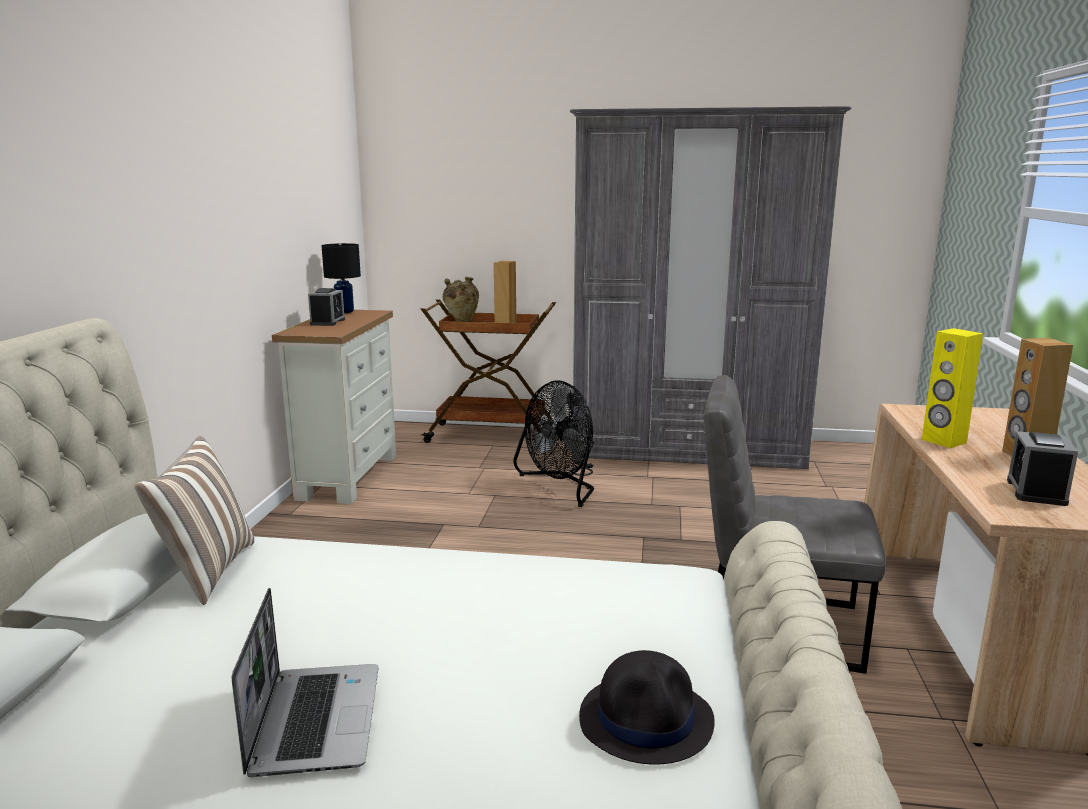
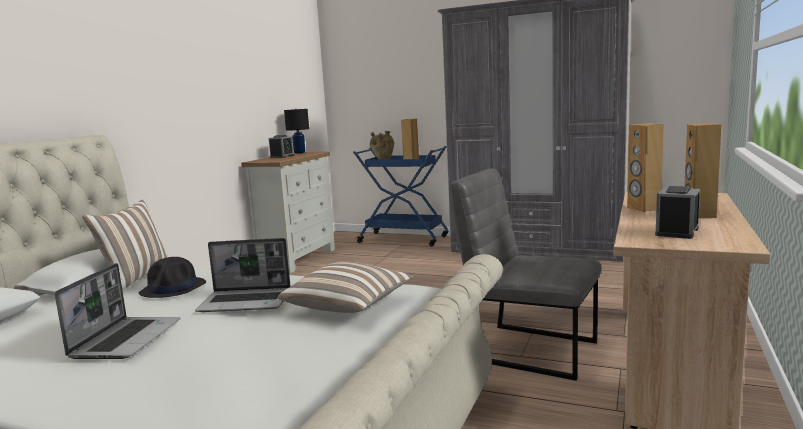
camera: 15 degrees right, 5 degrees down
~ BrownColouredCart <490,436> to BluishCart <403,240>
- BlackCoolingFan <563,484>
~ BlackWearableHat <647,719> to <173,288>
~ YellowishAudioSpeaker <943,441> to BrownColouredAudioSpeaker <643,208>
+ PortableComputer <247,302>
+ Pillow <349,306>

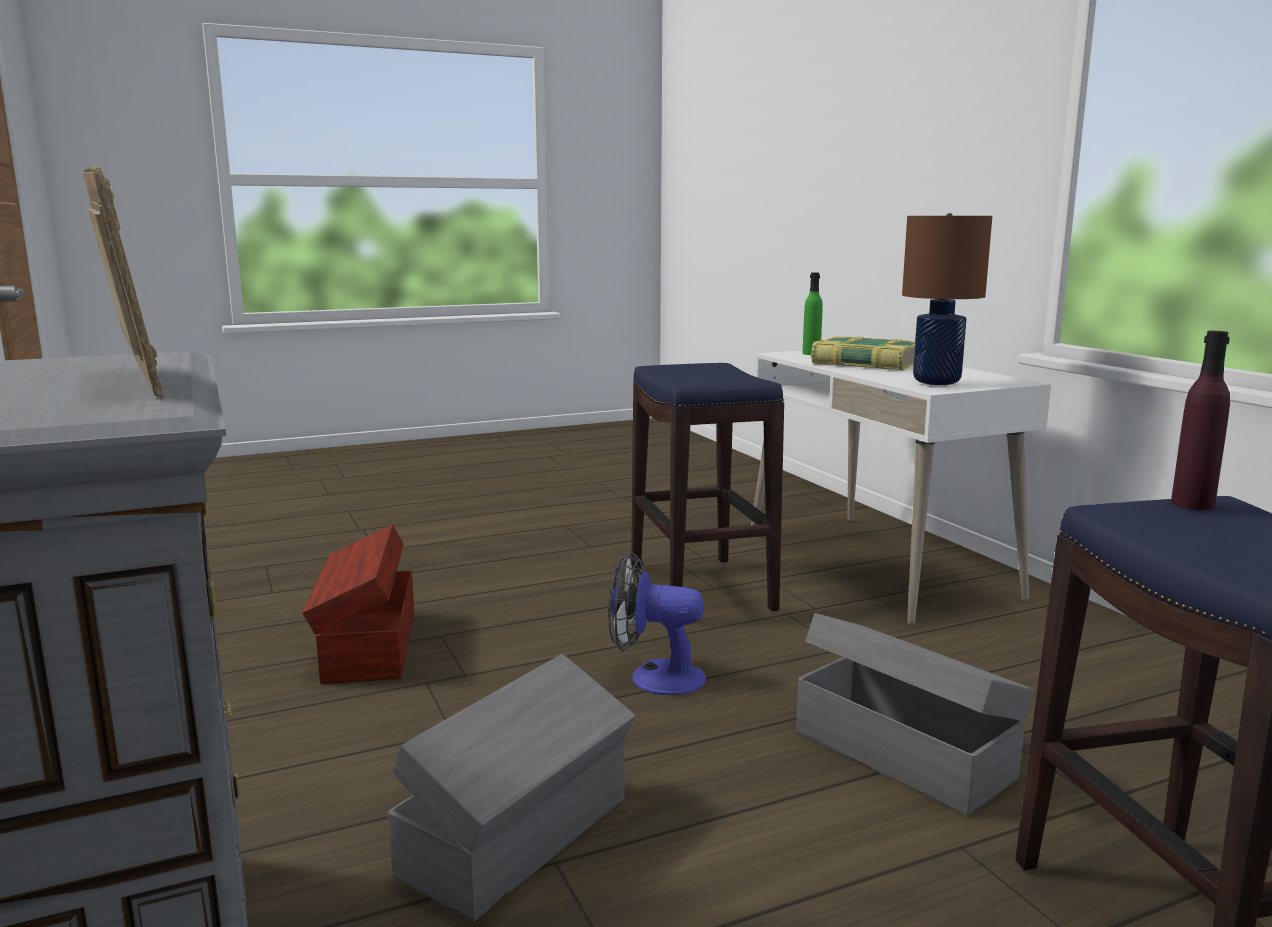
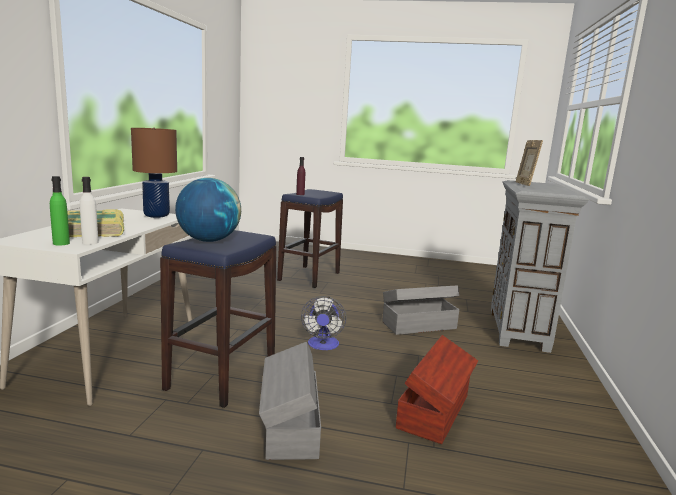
camera: 145 degrees left, 0 degrees up
~ CoolingFan <654,677> = <323,345> 45 degrees clockwise
~ GreyishStorageBin <902,752> to <290,425>
+ WhitishBottle <90,242>
+ WorldGlobe <208,240>

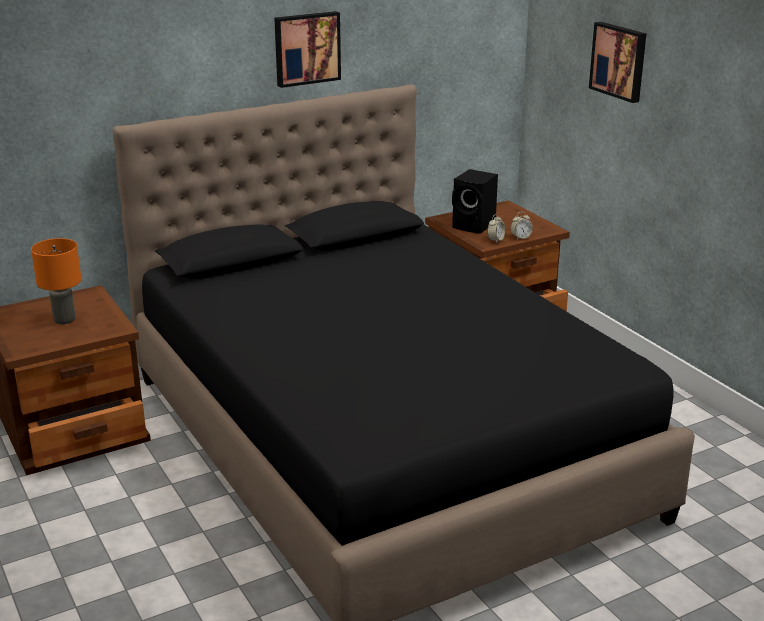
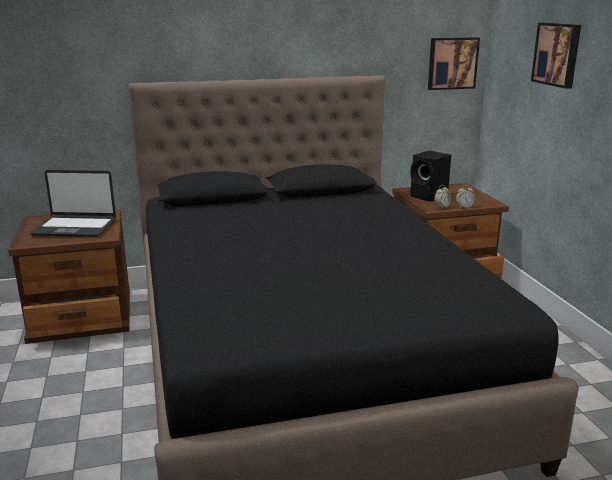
camera: 15 degrees right, 5 degrees down
~ OrangeyTableLamp <65,320> to PortableComputer <75,227>
~ WallPicture <306,48> to <452,63>

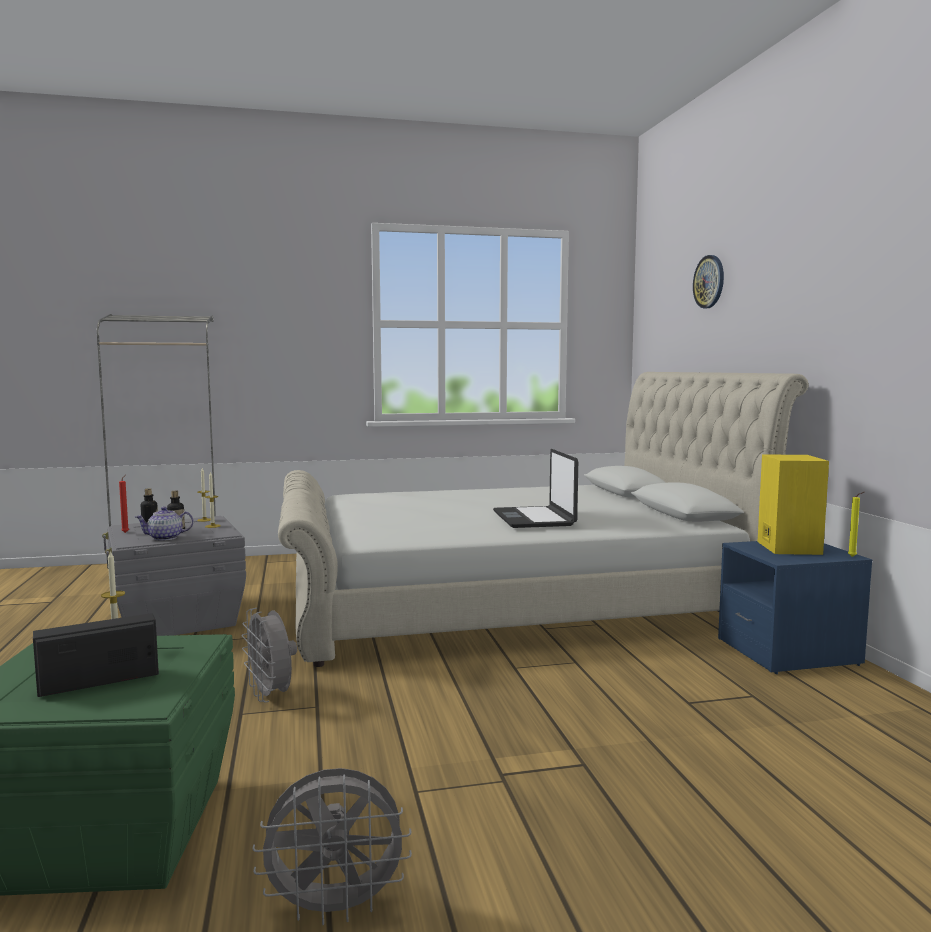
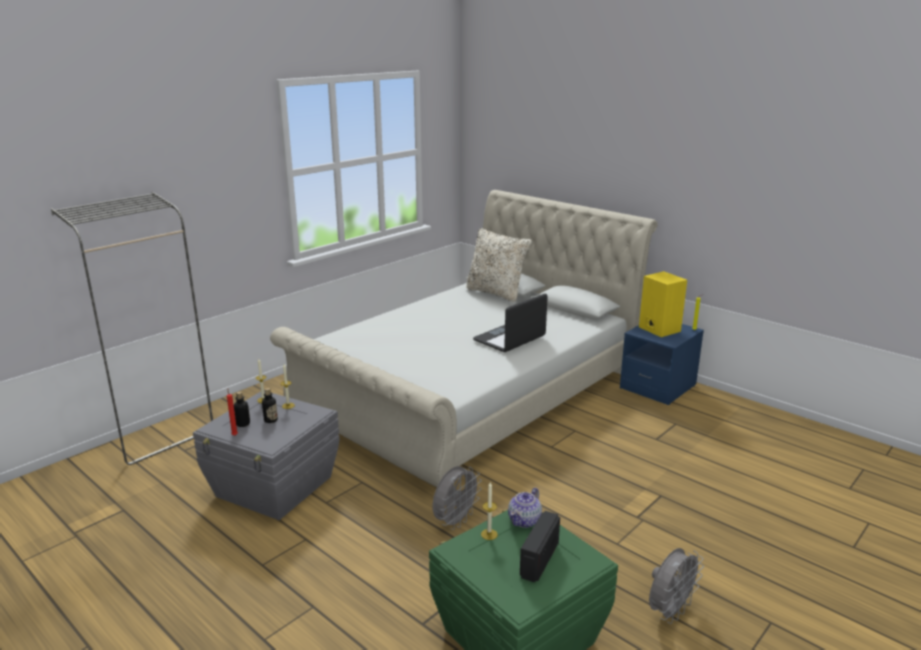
camera: 35 degrees left, 15 degrees up
~ TeaPot <165,538> to <525,520>
~ GreyishCoolingFan <271,696> = <455,521> 75 degrees counterclockwise
~ PortableComputer <534,518> = <510,339> 90 degrees clockwise
- ClockOnTheWall <709,282>
+ BeigePillow <496,294>

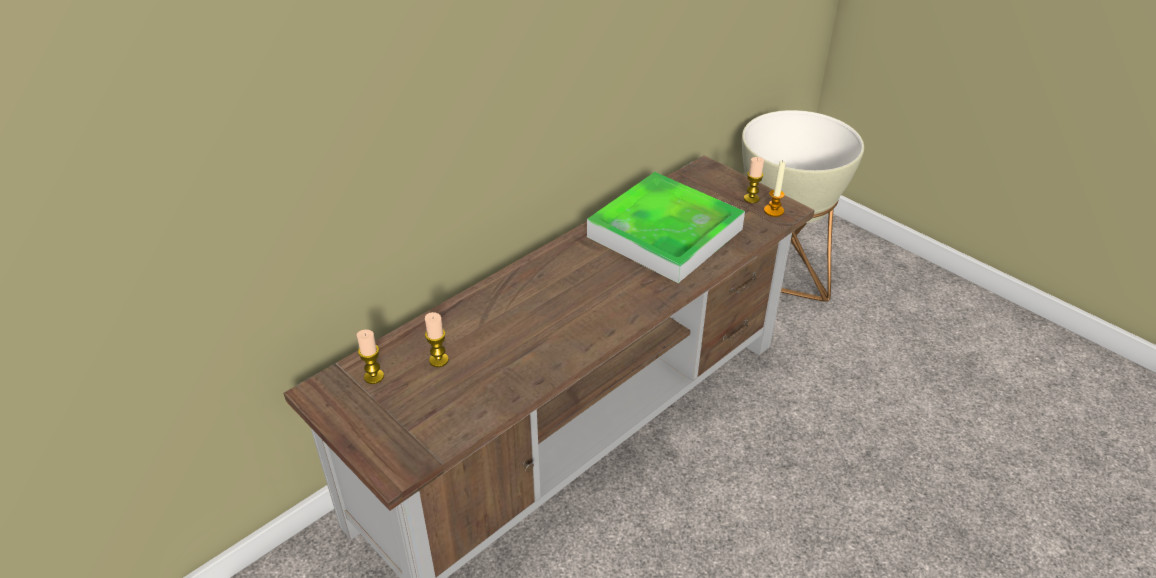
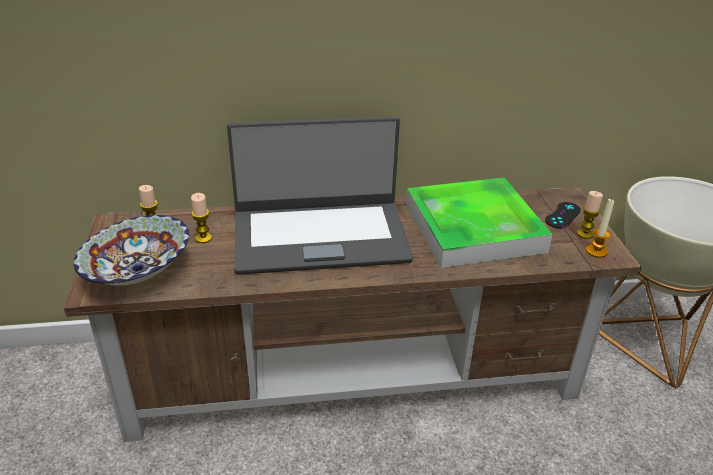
camera: 35 degrees right, 5 degrees down
+ Bowl <139,273>
+ PortableComputer <320,236>
+ BlackGamepad <562,215>

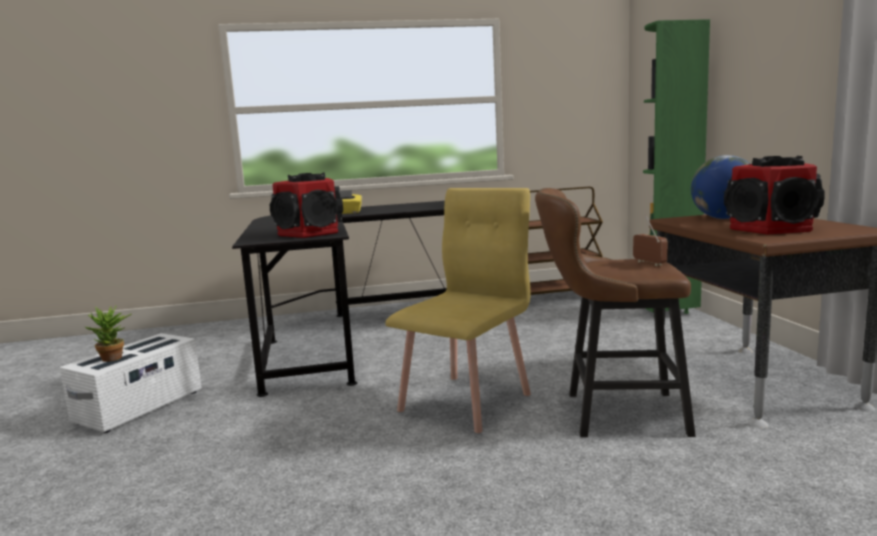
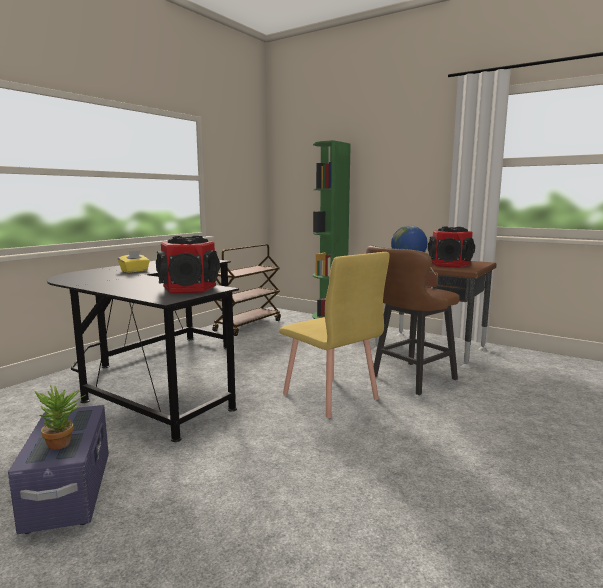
camera: 45 degrees left, 0 degrees up
~ WhitishStorageBin <140,407> to PurpleStorageBin <69,491>
~ YellowishChair <466,402> = <330,396> 150 degrees clockwise

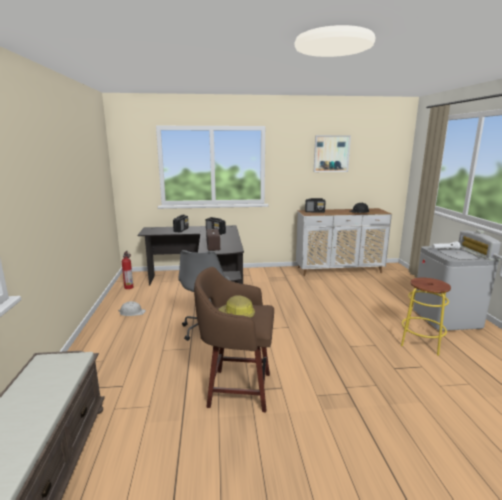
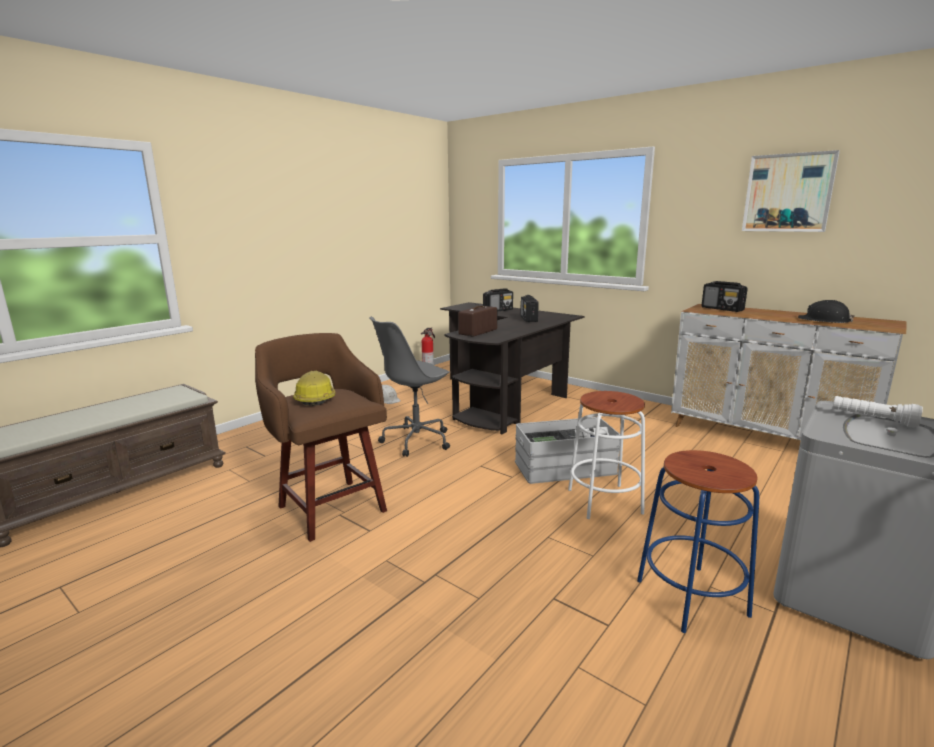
camera: 45 degrees right, 0 degrees up
~ YellowishStool <421,342> to BluishStool <691,597>
+ GreyishStorageBin <564,467>
+ WhitishStool <604,501>

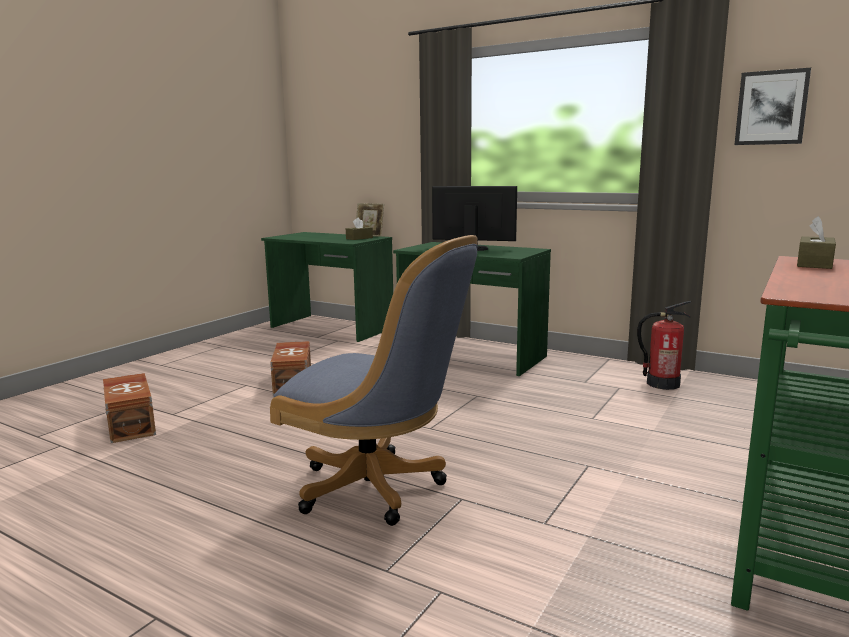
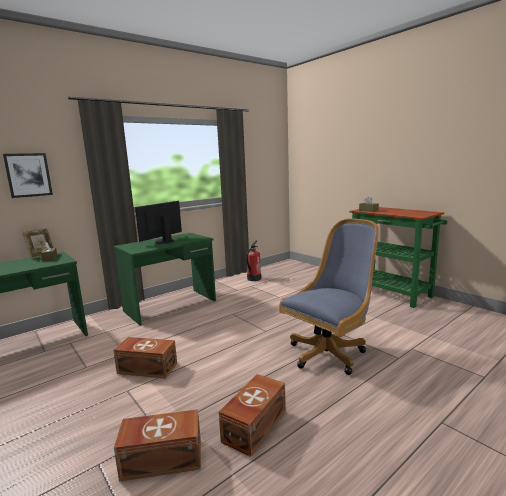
camera: 70 degrees left, 0 degrees up
~ WallPicture <771,108> to <28,175>
+ BrownColouredStorageBin <253,426>

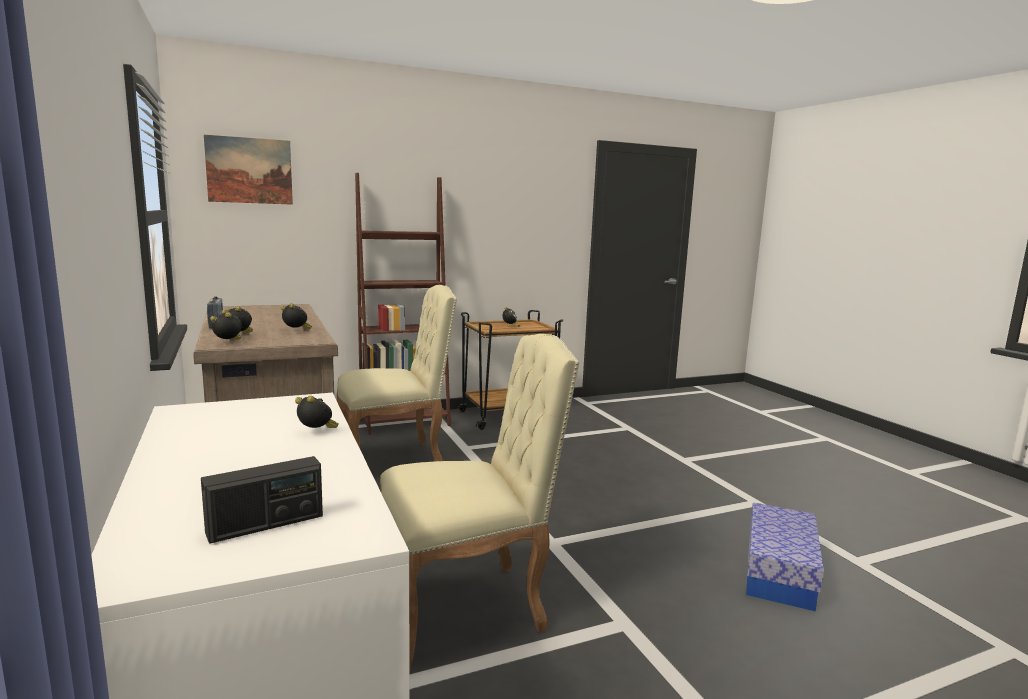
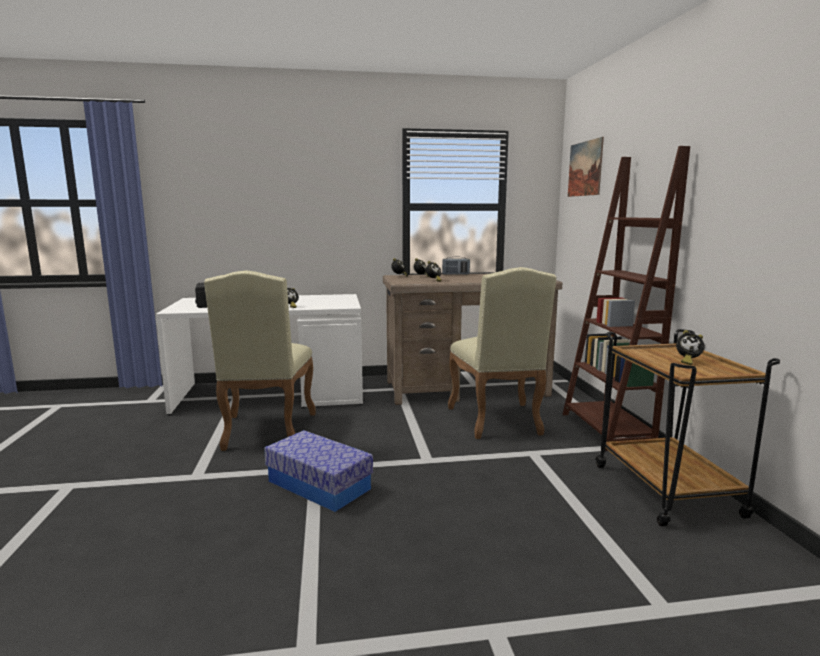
camera: 105 degrees right, 0 degrees up
~ StorageBin <779,572> to <318,485>

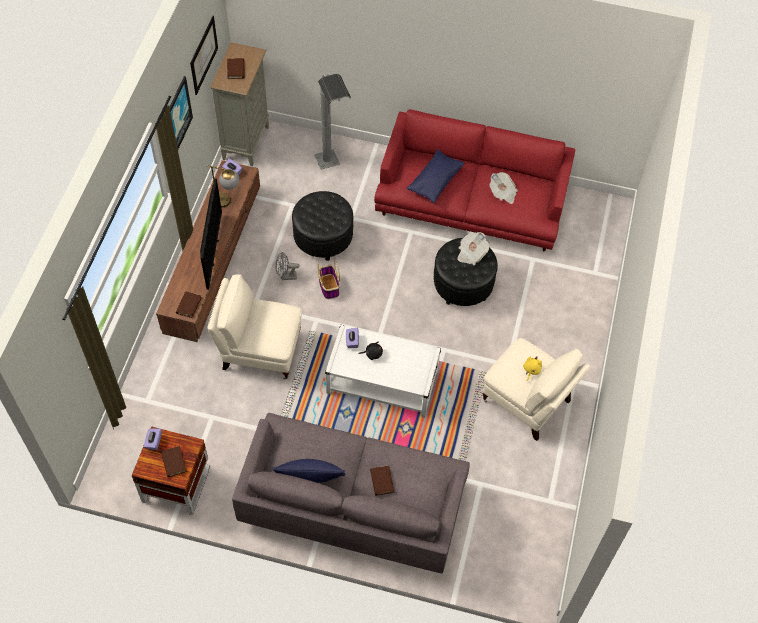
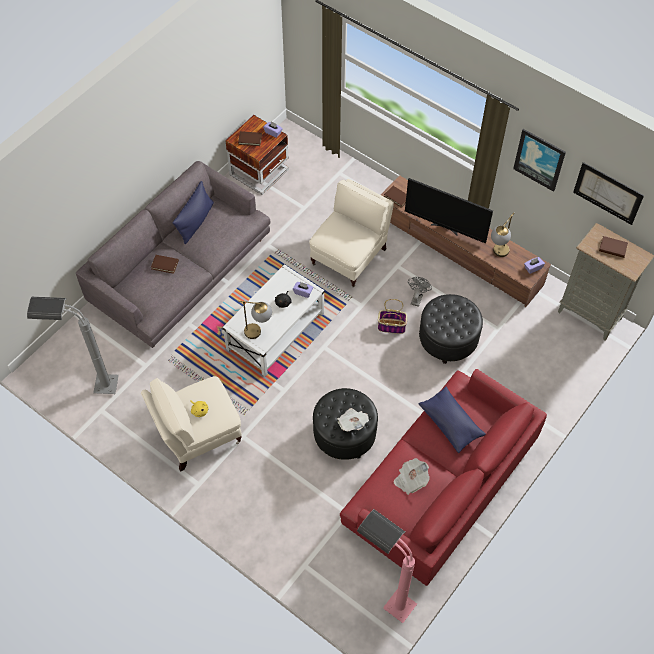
camera: 115 degrees right, 0 degrees up
~ GreyishStandingLamp <332,171> to <90,385>
+ TableLamp <259,332>
+ PinkishStandingLamp <385,596>

